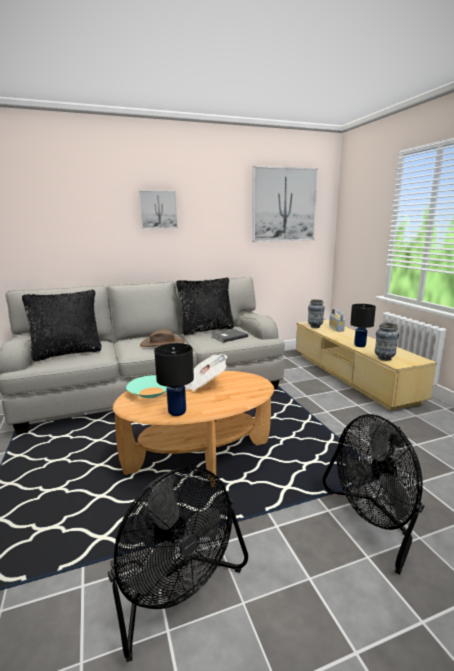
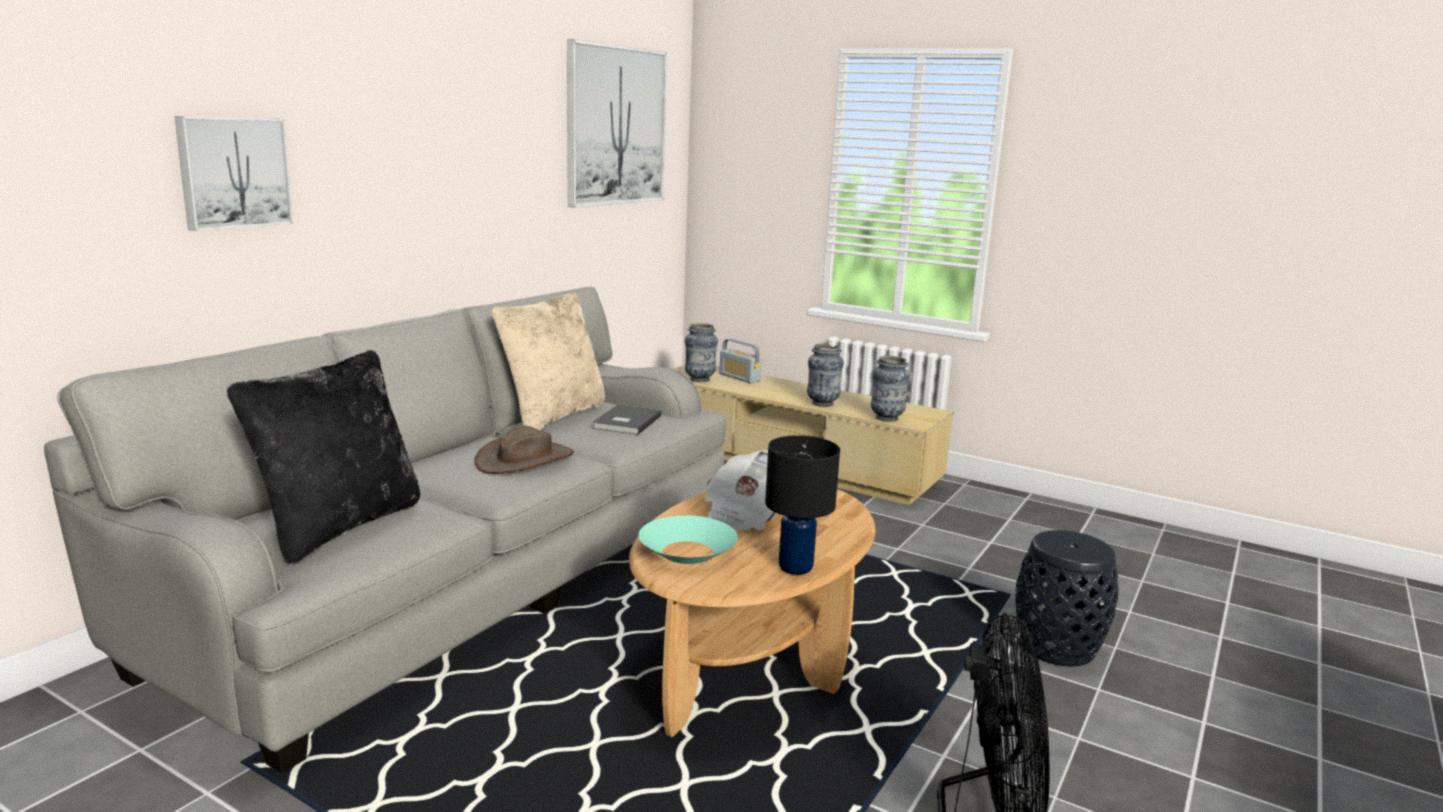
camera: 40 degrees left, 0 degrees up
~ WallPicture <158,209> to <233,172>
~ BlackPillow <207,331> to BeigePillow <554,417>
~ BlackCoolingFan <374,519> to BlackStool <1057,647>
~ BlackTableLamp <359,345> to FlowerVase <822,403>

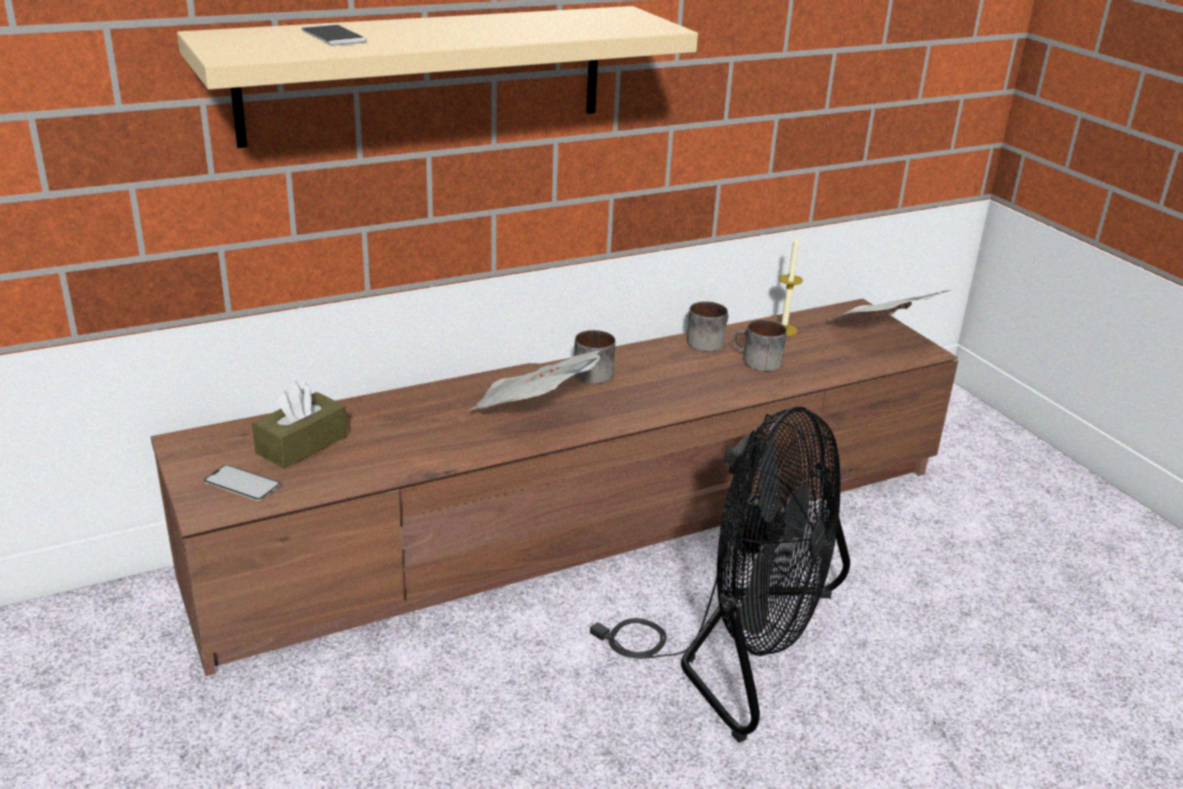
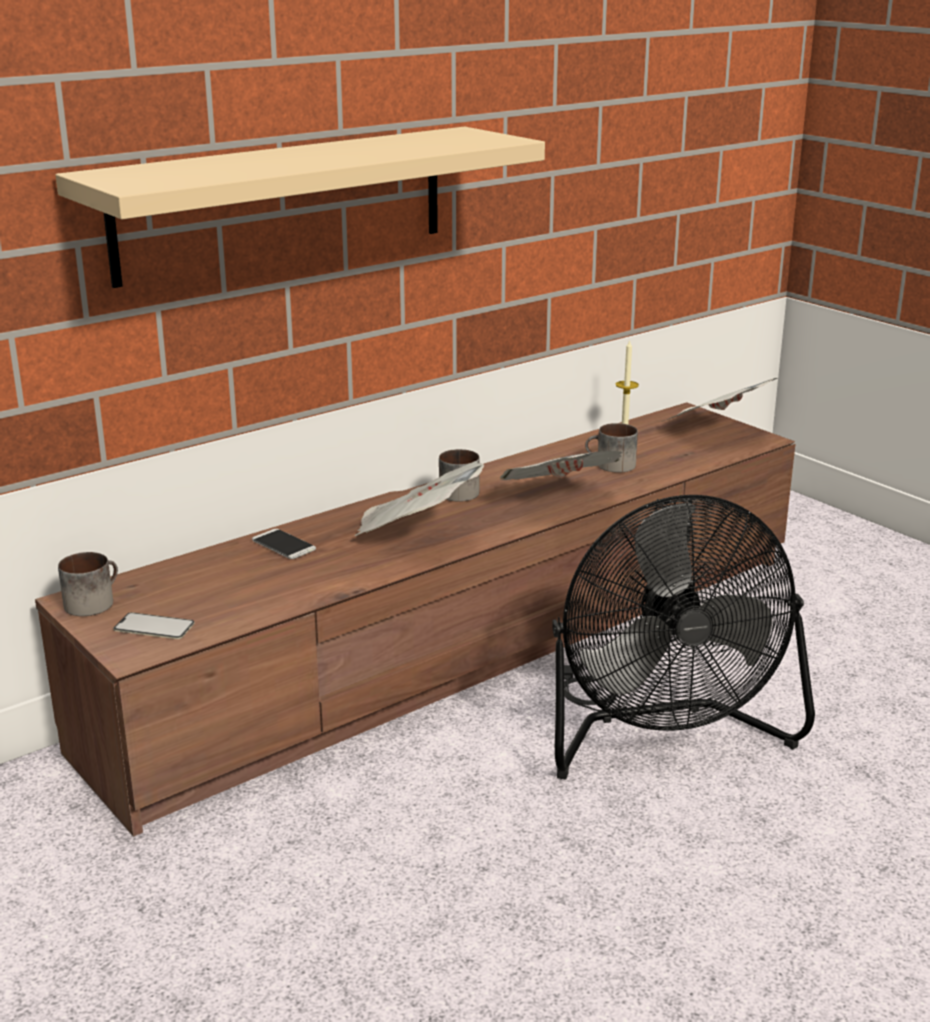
camera: 10 degrees left, 5 degrees down
- BrownColouredTissueHolder <302,444>
~ Phone <333,36> to <283,545>
~ BlackCoolingFan <736,649> = <653,734> 60 degrees clockwise
~ Mug <707,341> to <92,601>
+ DailyPaper <558,498>

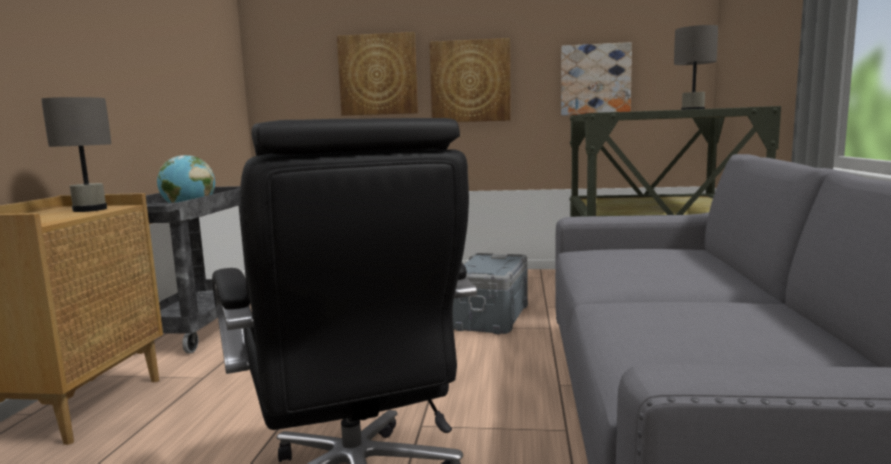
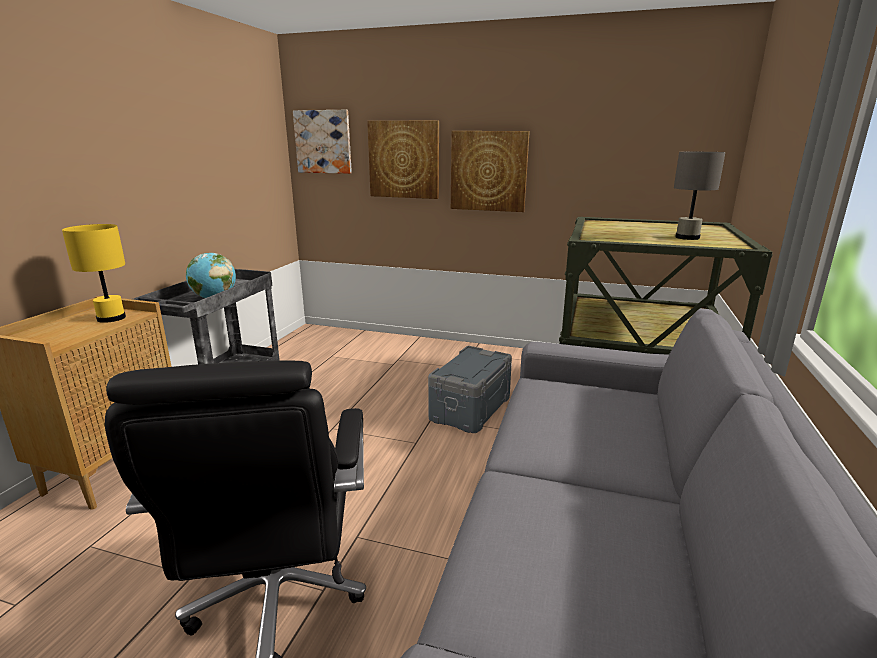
camera: 10 degrees right, 10 degrees up
~ GreyishTableLamp <90,209> to YellowishTableLamp <112,318>
~ WallPicture <595,79> to <323,142>

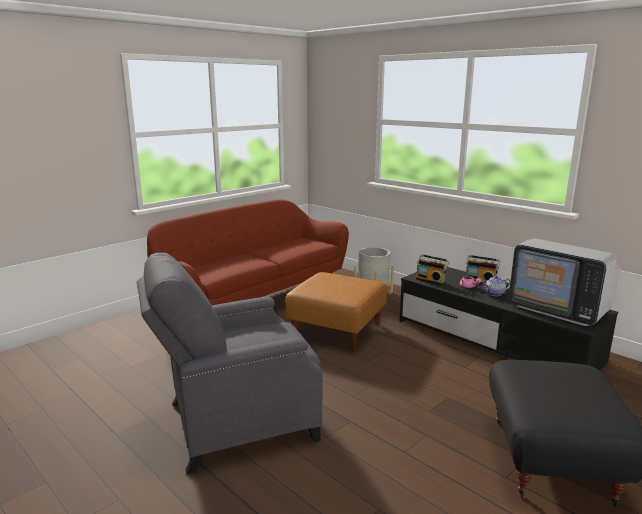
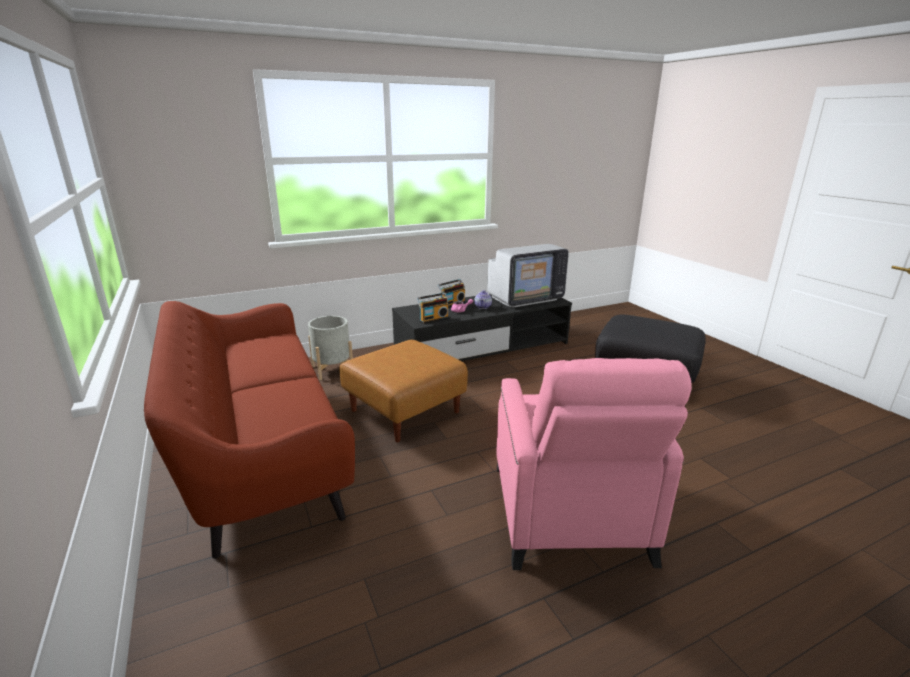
camera: 70 degrees left, 5 degrees up
~ GreyishArmchair <236,422> to PinkishArmchair <569,516>

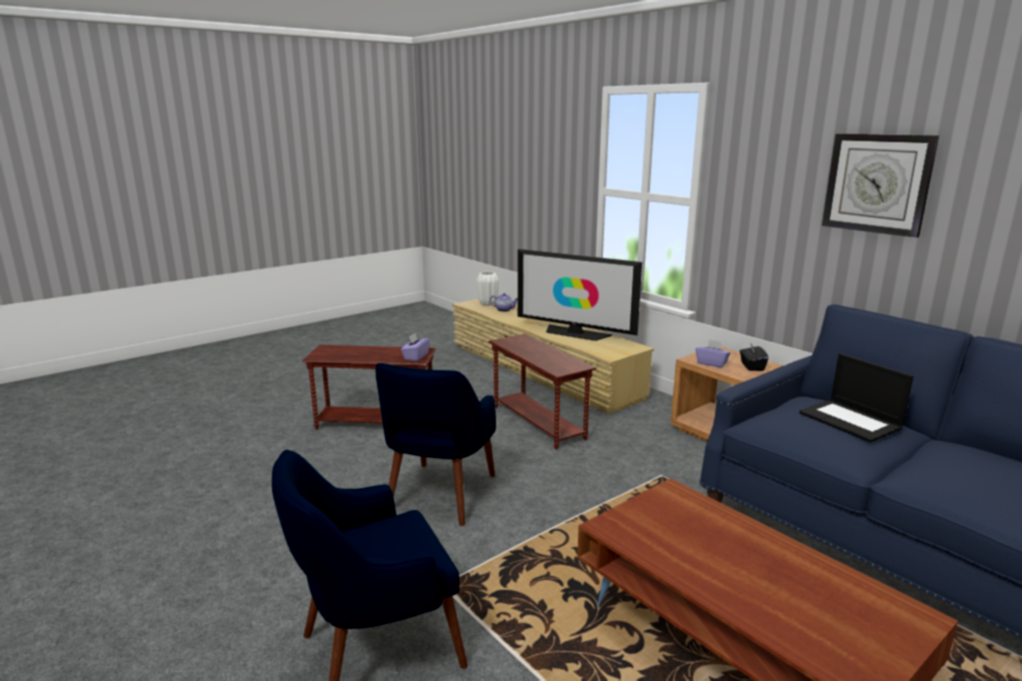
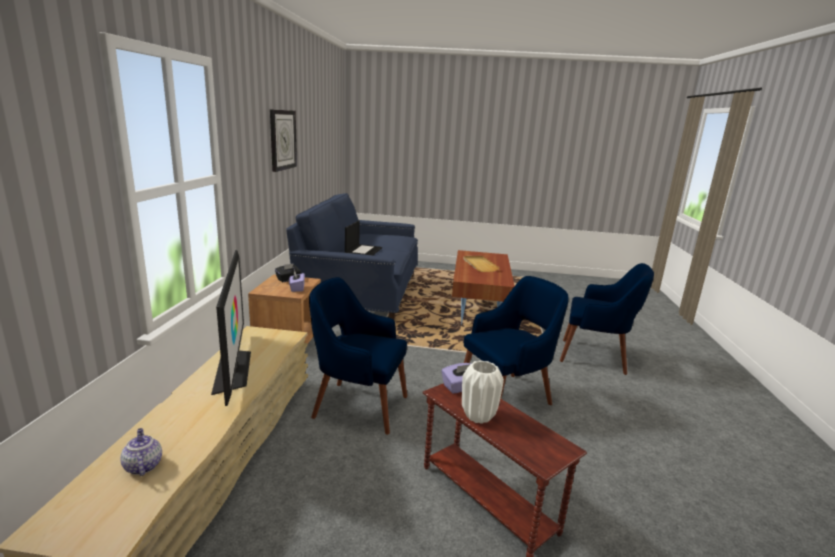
camera: 135 degrees left, 0 degrees up
~ WhitishFlowerVase <488,304> to <478,416>
~ BrownColouredEndTable <539,422> to BluishArmchair <358,406>
+ BeigeTray <479,265>

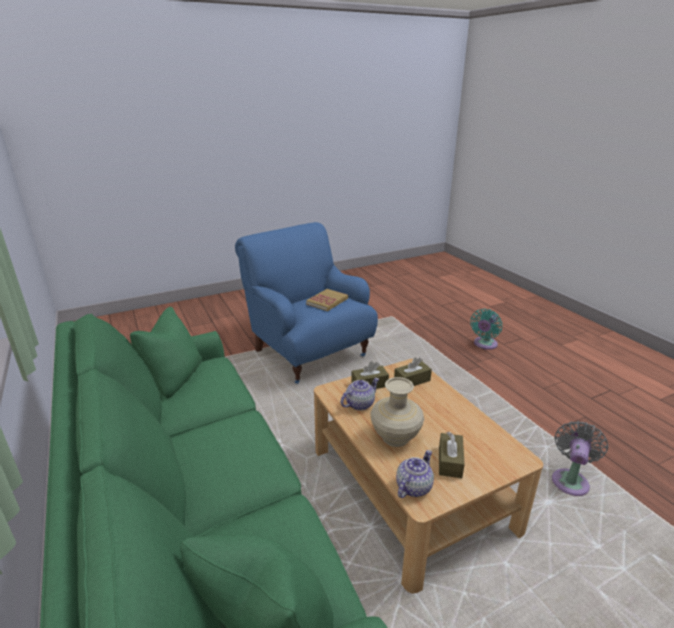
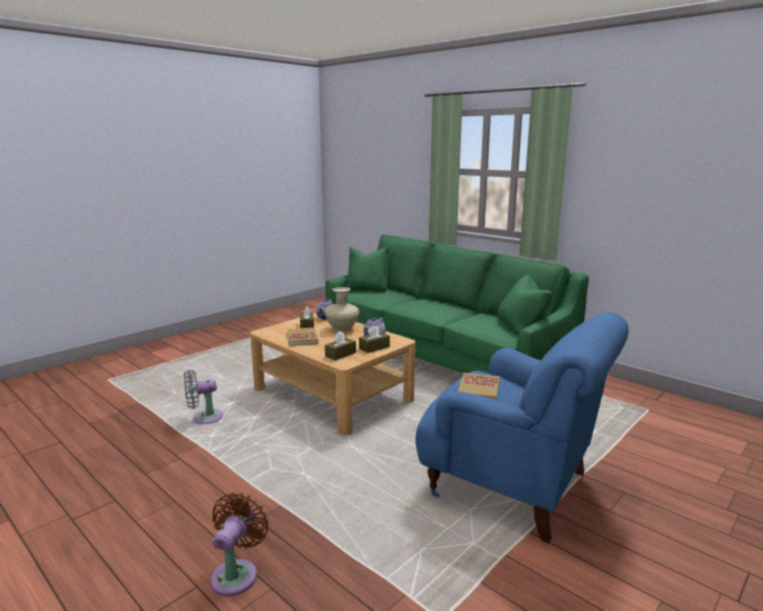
camera: 160 degrees right, 10 degrees down
~ TurquoiseCoolingFan <484,344> to BrownColouredCoolingFan <237,573>
~ GreyishCoolingFan <570,480> = <204,418> 60 degrees clockwise
+ Book <302,338>

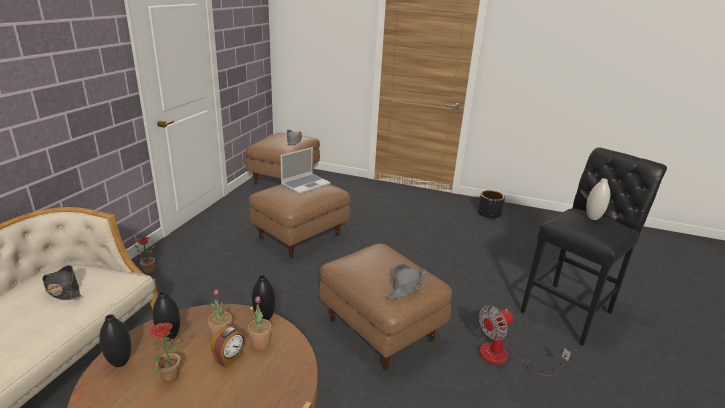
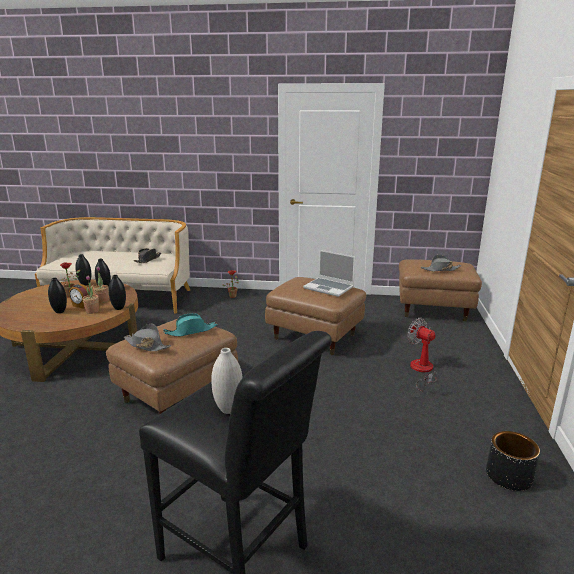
camera: 80 degrees right, 5 degrees down
~ CoolingFan <504,357> to <422,371>
+ BlackFlowerVase <60,311>
+ TurquoiseWearableHat <191,331>

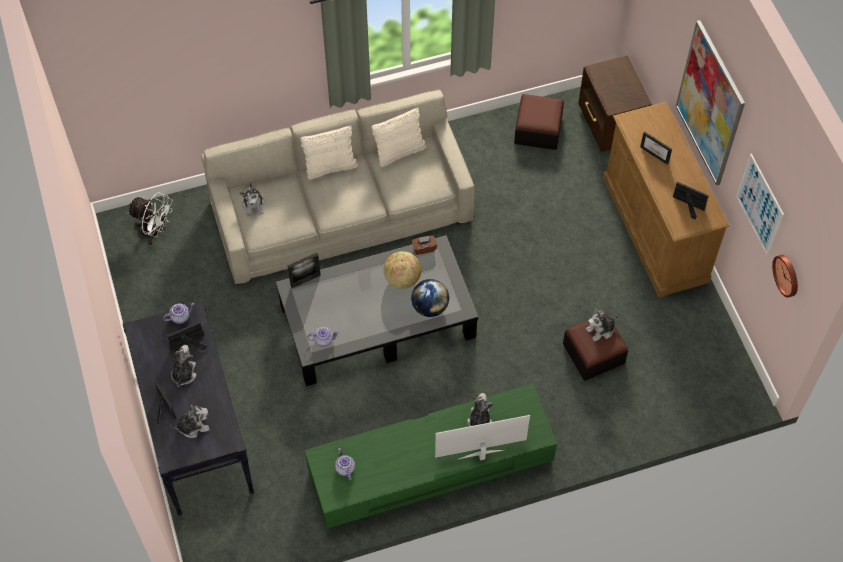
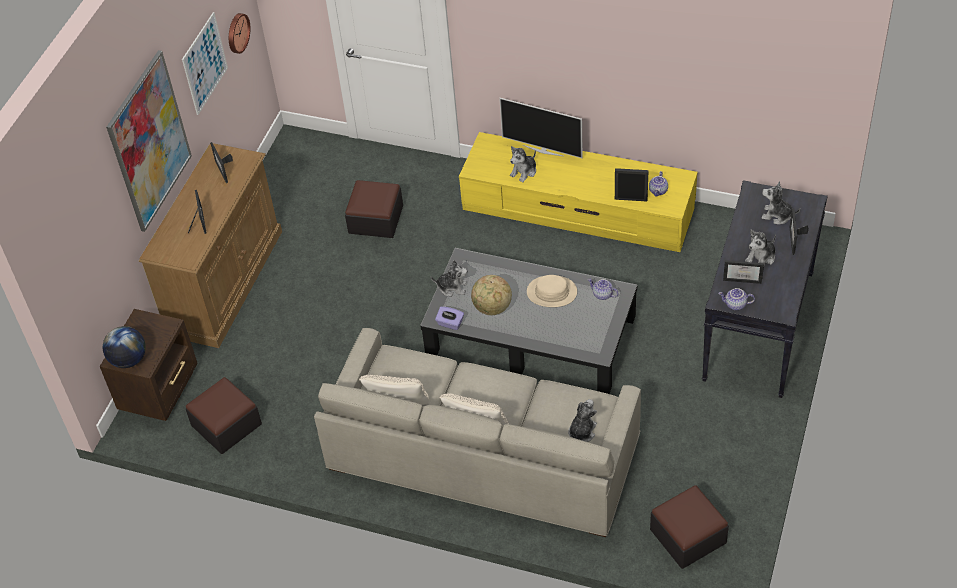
camera: 140 degrees left, 10 degrees down
~ WhitishCoolingFan <155,232> to Pouffe <688,536>
~ PictureFrame <305,280> to <631,199>
~ GreenishTvUnit <430,468> to YellowishTvUnit <578,208>
~ WorldGlobe <430,307> to <128,360>
~ BrownColouredTissueHolder <424,248> to PurpleTissueHolder <450,323>
~ SoftToy <601,330> to <452,287>
+ BeigeWearableHat <552,292>

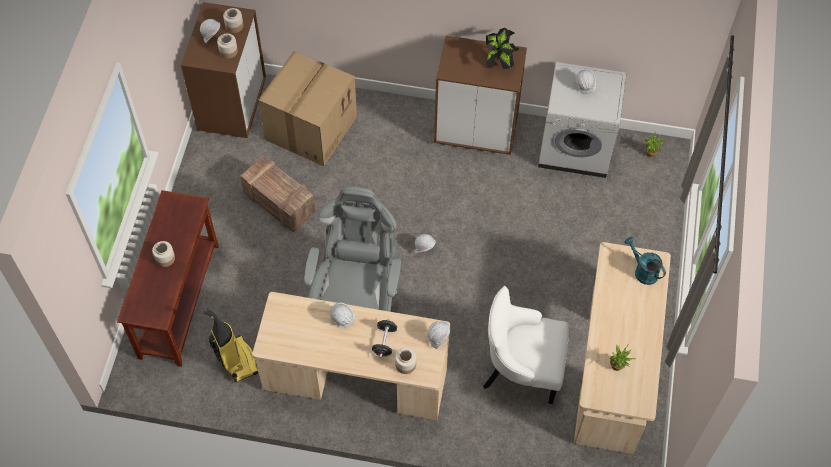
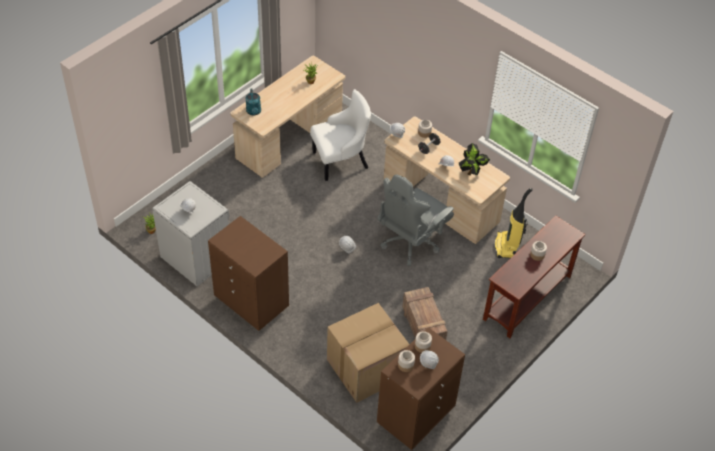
camera: 150 degrees left, 10 degrees down
~ WhitishChair <523,369> = <339,162> 60 degrees counterclockwise
~ PlantInAPot <499,61> to <472,171>

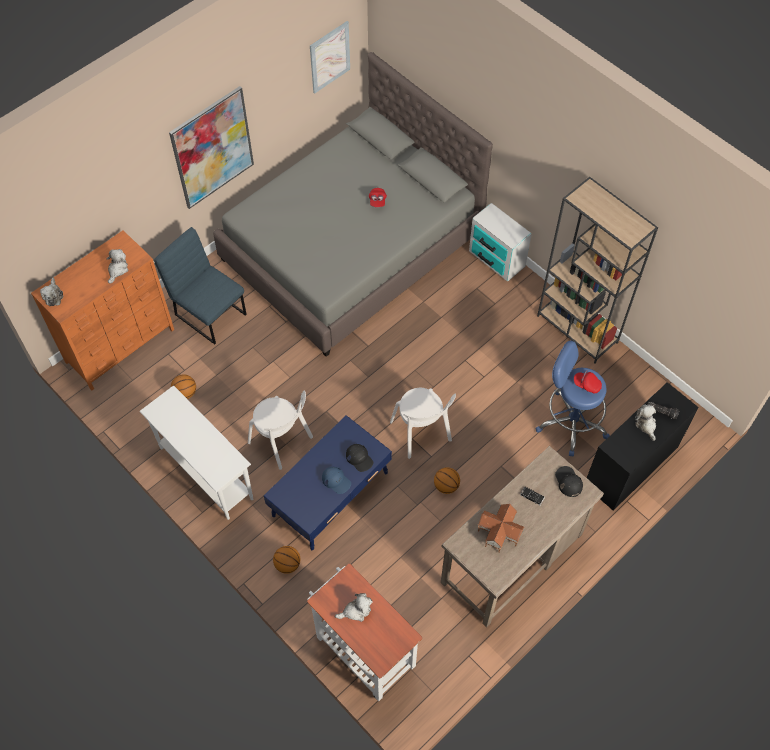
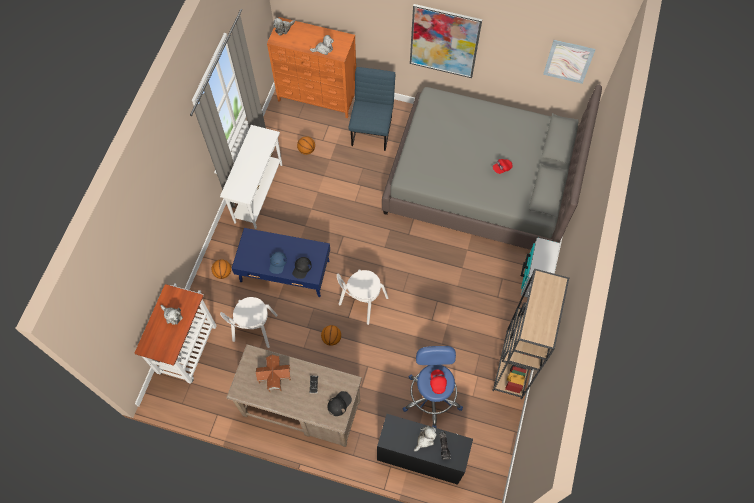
camera: 60 degrees right, 5 degrees up
~ WhitishChair <282,441> to <254,330>

